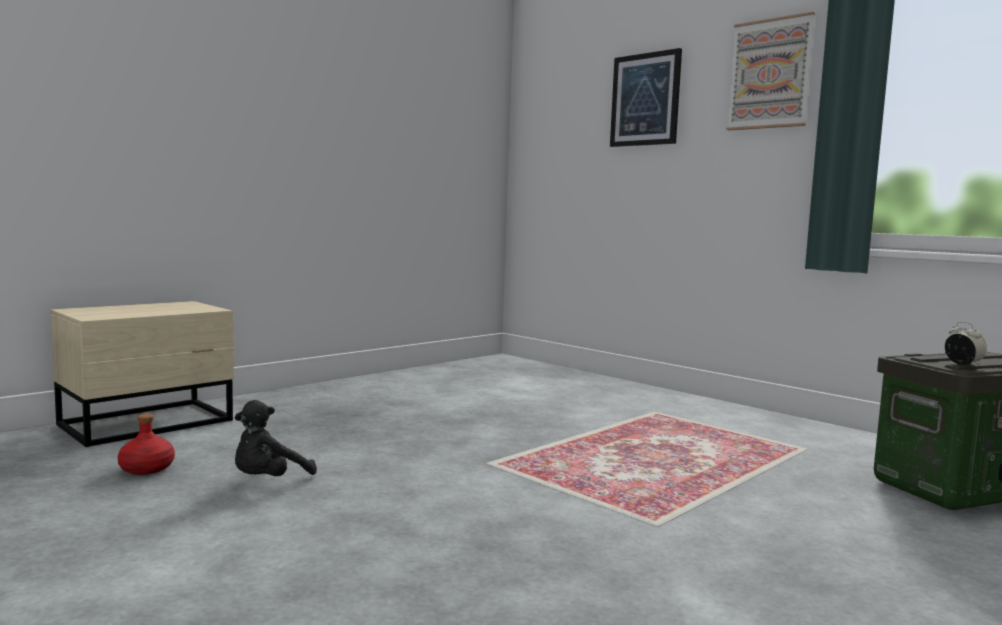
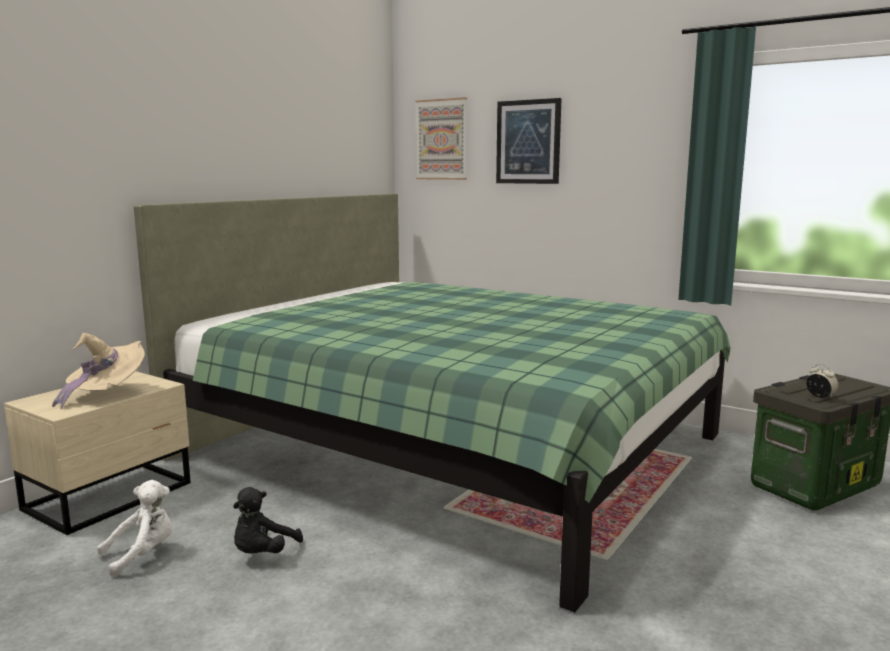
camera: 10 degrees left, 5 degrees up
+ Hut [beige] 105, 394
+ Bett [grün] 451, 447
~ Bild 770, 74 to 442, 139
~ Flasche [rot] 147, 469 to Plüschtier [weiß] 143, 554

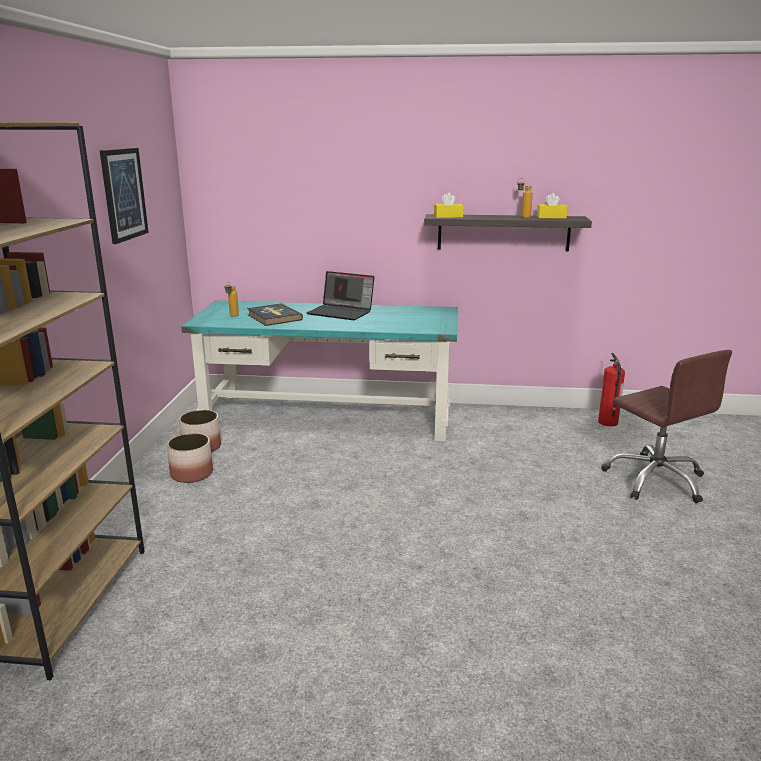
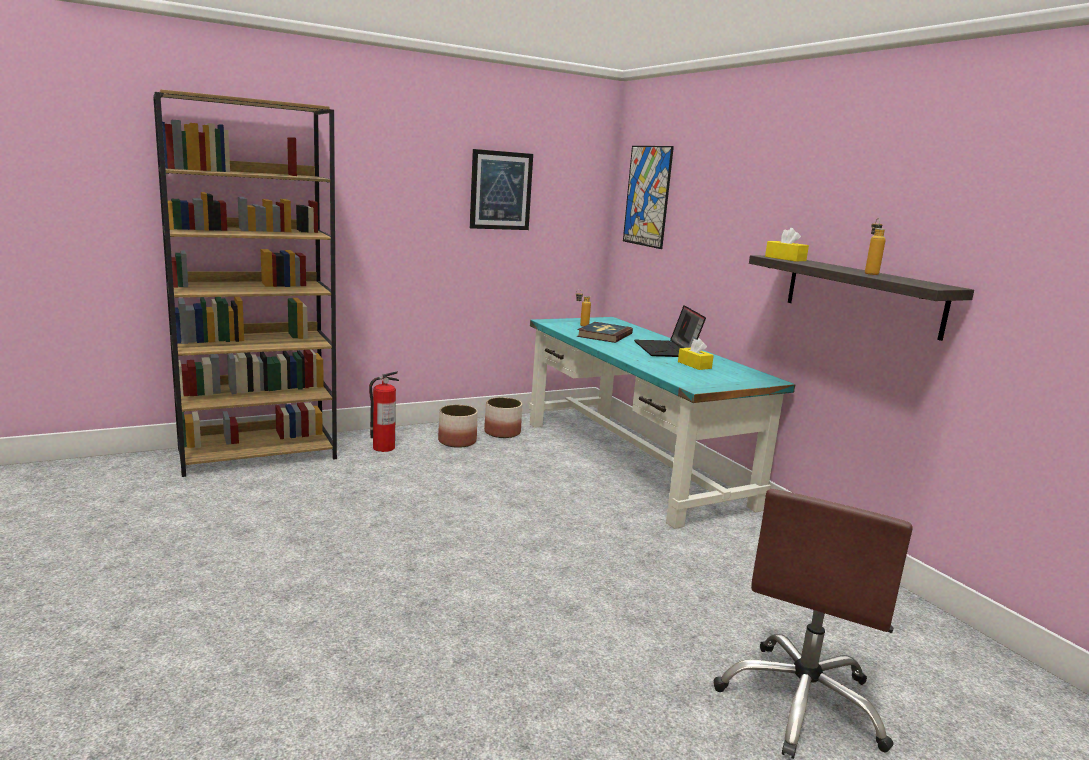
camera: 55 degrees right, 5 degrees down
+ Bild 647, 196
~ Taschentuchbox [gelb] 551, 217 to 694, 365
~ Feuerlöscher 608, 422 to 383, 448

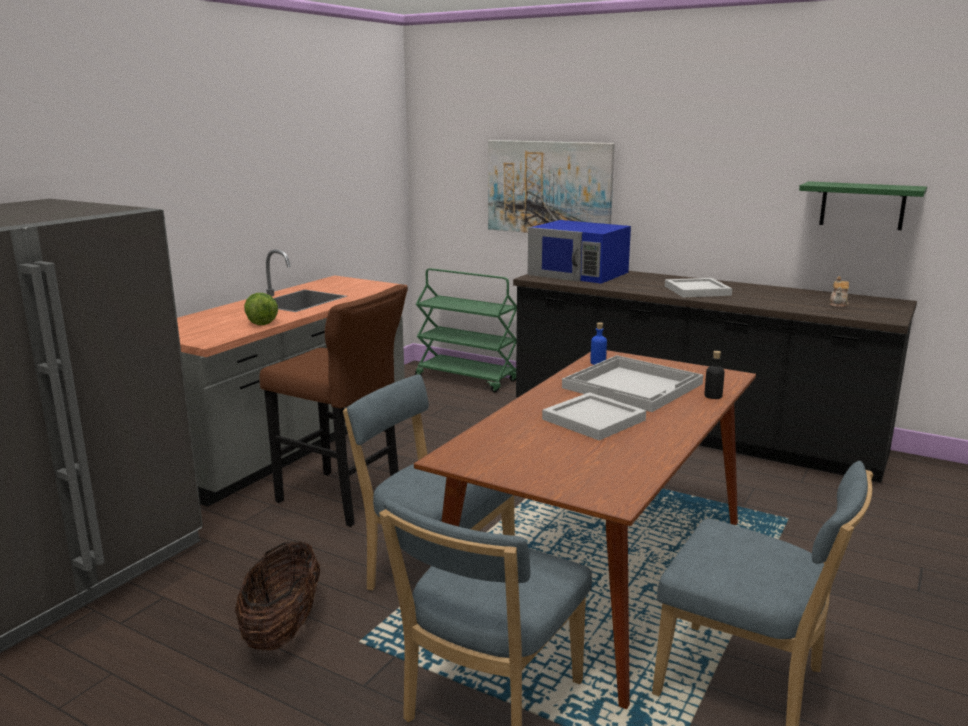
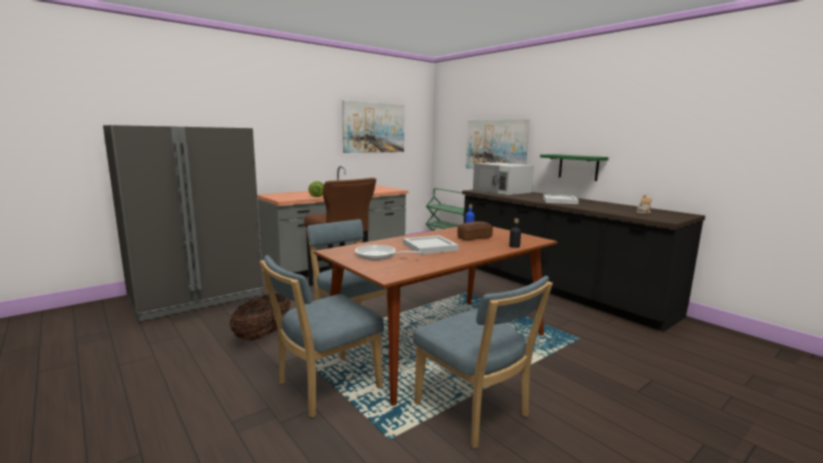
camera: 20 degrees right, 5 degrees down
+ Bild 374, 127
+ Pfanne 379, 255
~ Wandregal [grün] 862, 205 to 578, 167
~ Tablett [weiß] 634, 386 to Brot 474, 238
~ Mikrowelle [blau] 579, 273 to Mikrowelle [weiß] 502, 191

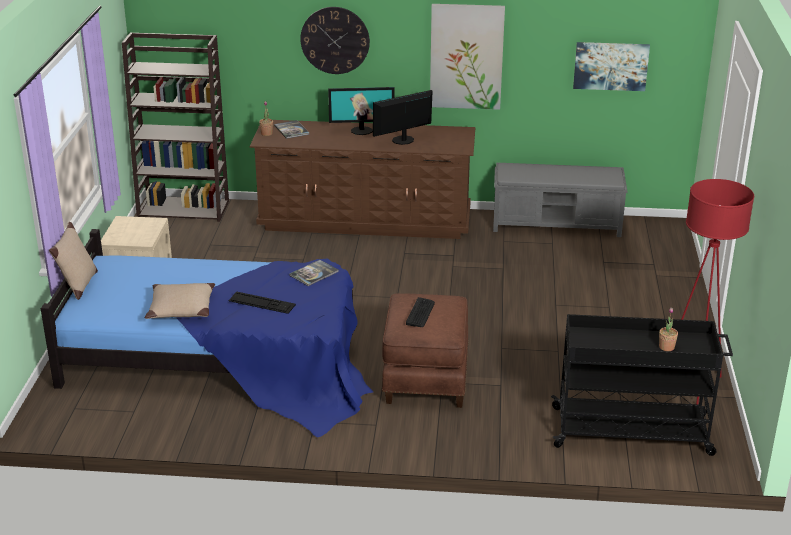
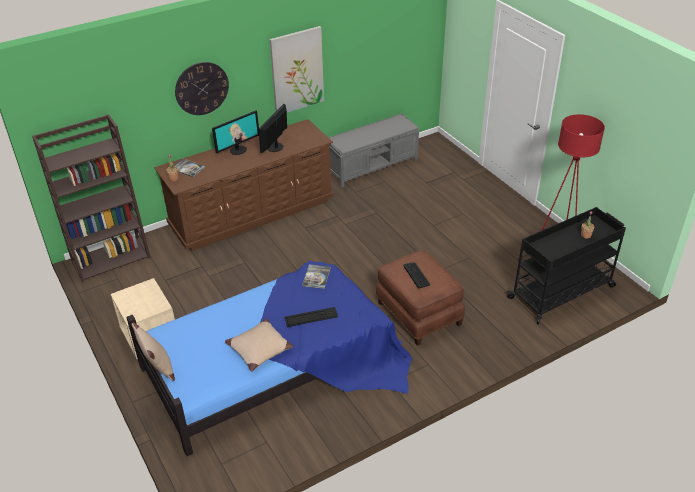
camera: 35 degrees left, 10 degrees up
- Bild 610, 66

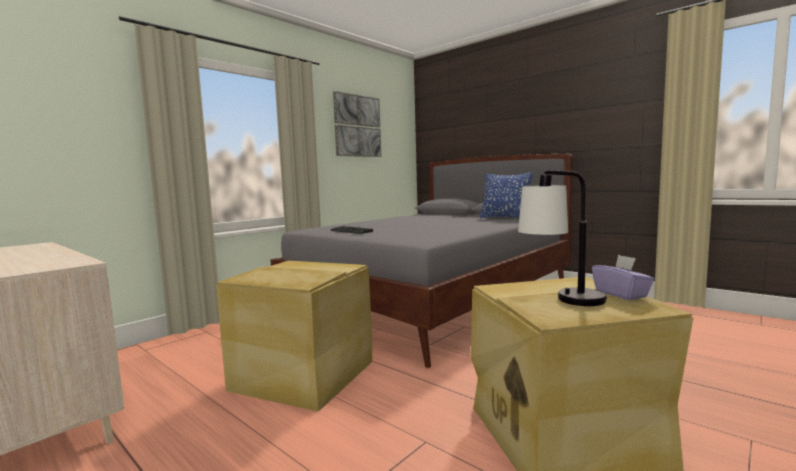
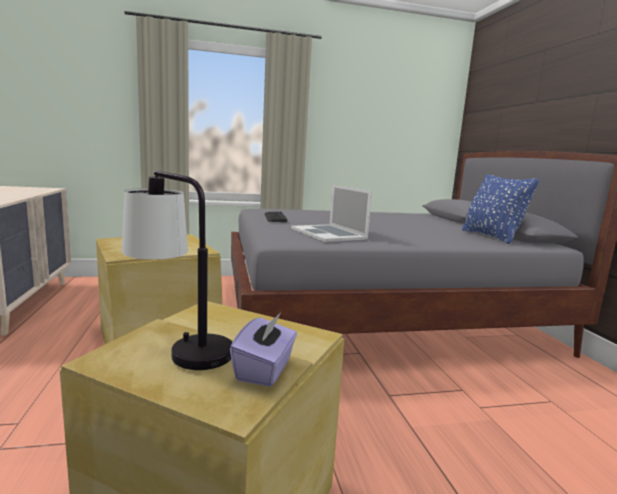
camera: 35 degrees right, 5 degrees up
- Bild 357, 126
+ Laptop 328, 233

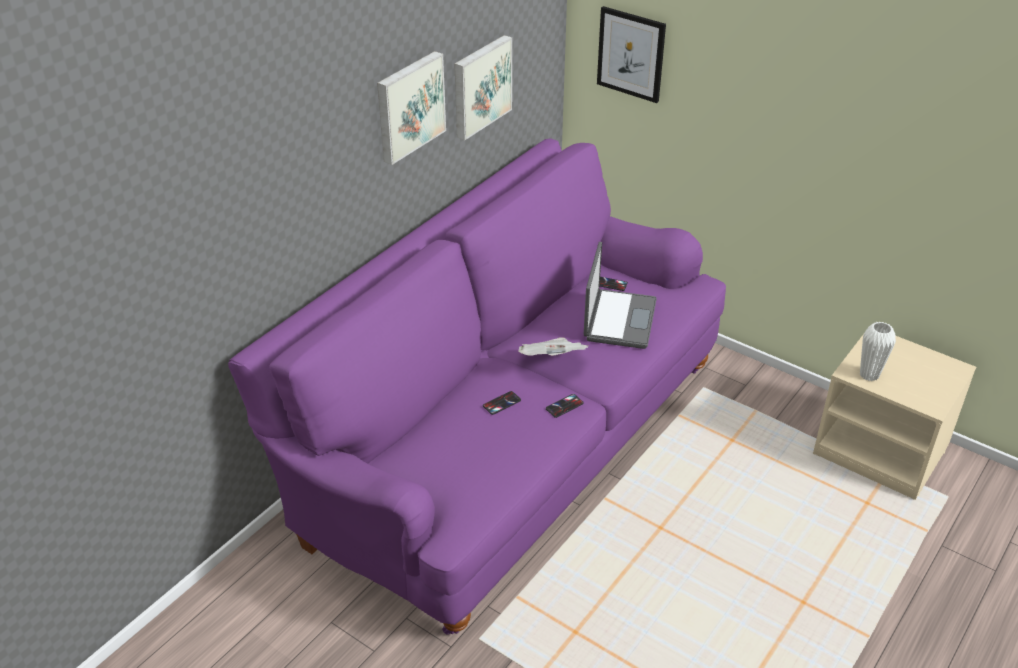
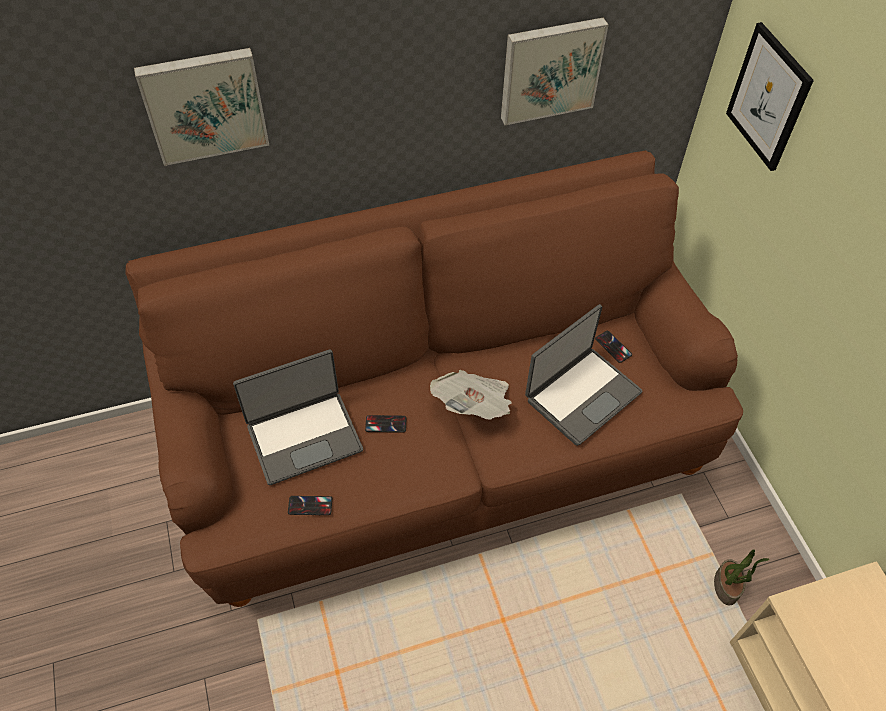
camera: 35 degrees right, 15 degrees up
- Vase [weiß] 869, 375
+ Laptop 304, 436
+ Topfpflanze 727, 586
~ Bild 409, 106 to 204, 104
~ Handy 564, 406 to 310, 506
~ Sofa [lila] 507, 448 to Sofa [braun] 440, 445

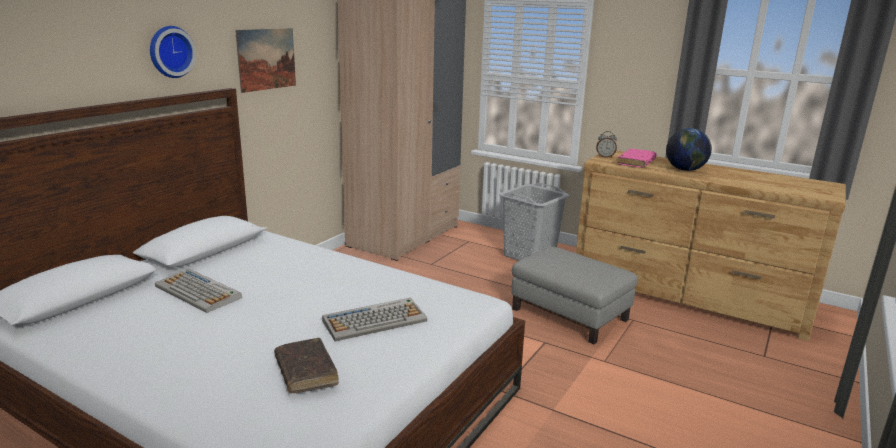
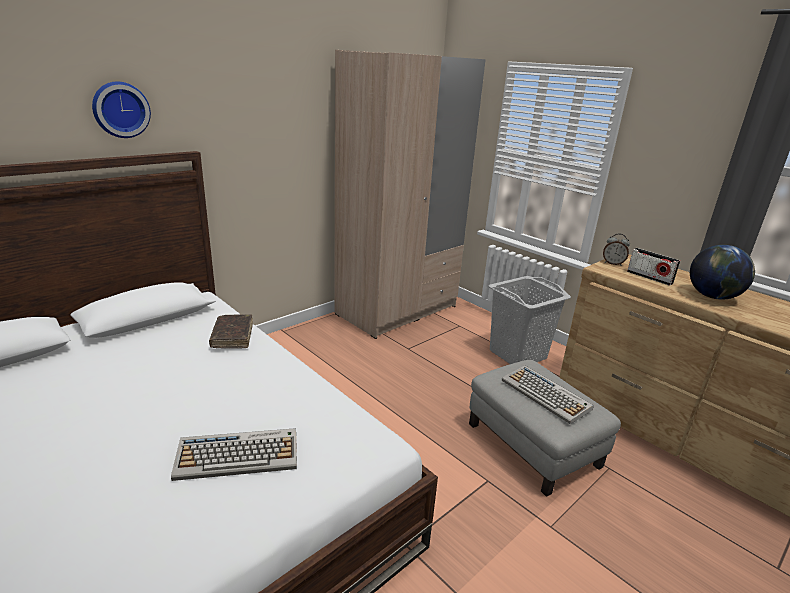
camera: 15 degrees right, 5 degrees up
- Bild 266, 59
~ Tastatur 199, 292 to 546, 395
~ Buch [braun] 306, 372 to 232, 336
~ Buch [rosa] 636, 163 to Radio 649, 277

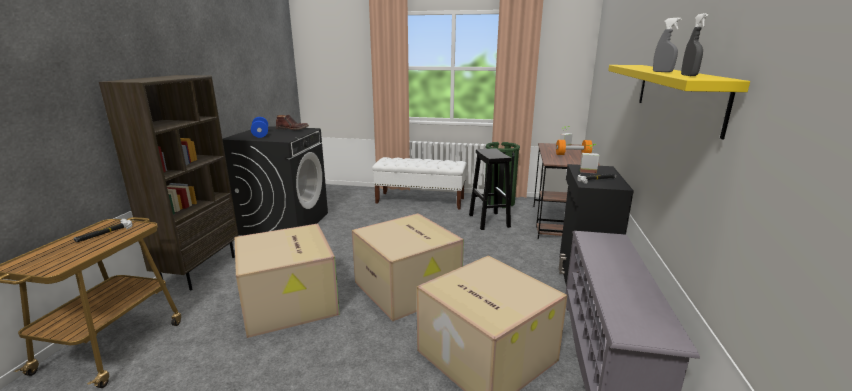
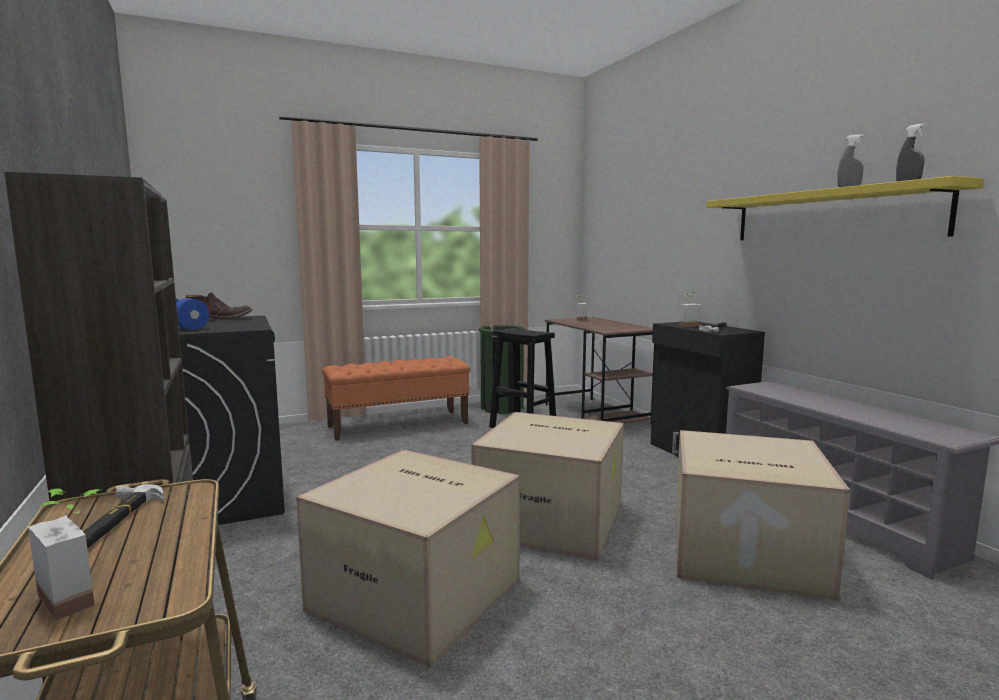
camera: 35 degrees left, 10 degrees down
- Hantel [orange] 572, 155
+ Topfpflanze 81, 594
~ Bank [weiß] 420, 200 to Bank [orange] 398, 425

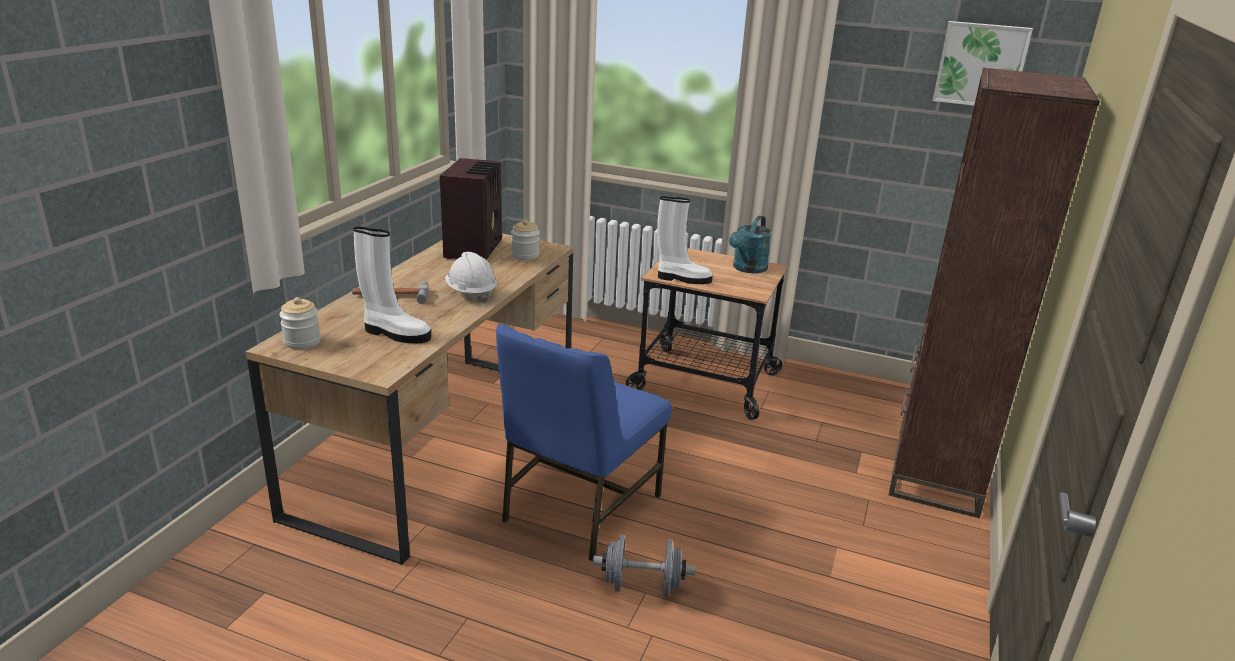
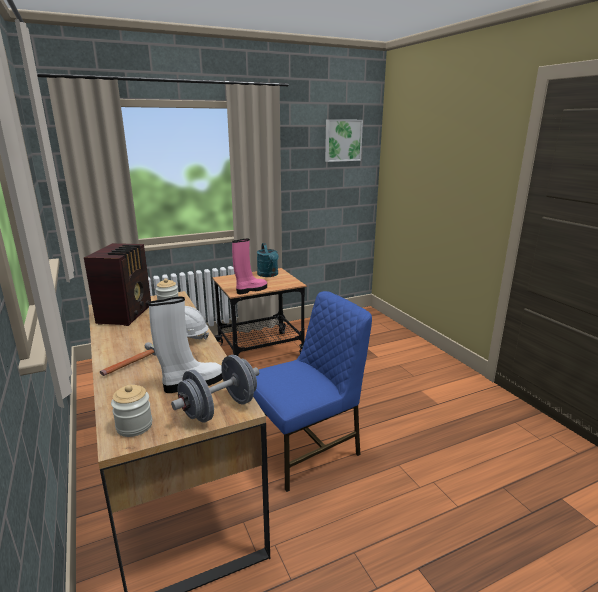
camera: 45 degrees left, 5 degrees down
- Bücherregal [braun] 935, 473
~ Hantel [grau] 642, 586 to 219, 409
~ Stiefel [weiß] 682, 279 to Stiefel [rosa] 251, 290
~ Radio 475, 248 = 126, 314 45 degrees clockwise
~ Stuhl [blau] 579, 508 = 306, 448 105 degrees counterclockwise

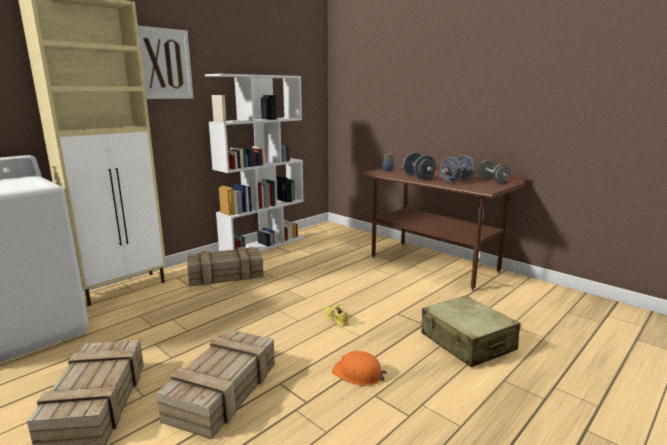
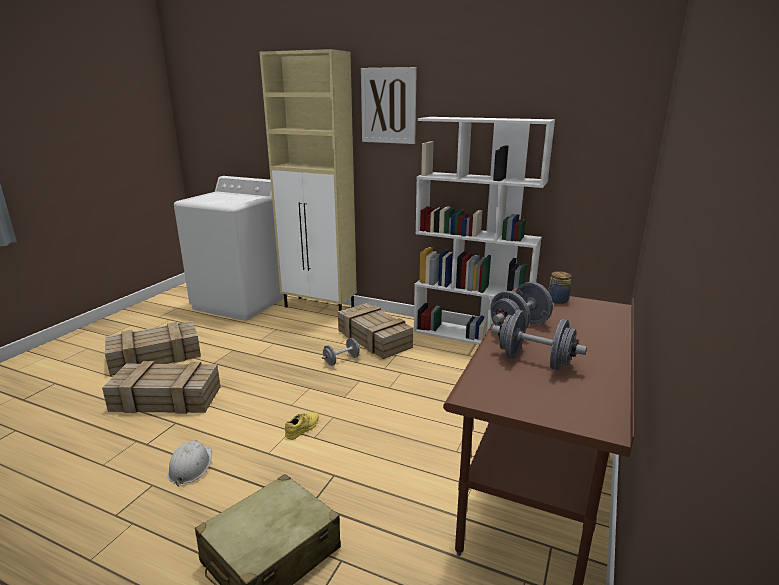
camera: 70 degrees right, 5 degrees up
~ Hantel [grau] 492, 180 to 341, 360
~ Schutzhelm [orange] 358, 374 to Schutzhelm [weiß] 190, 466

